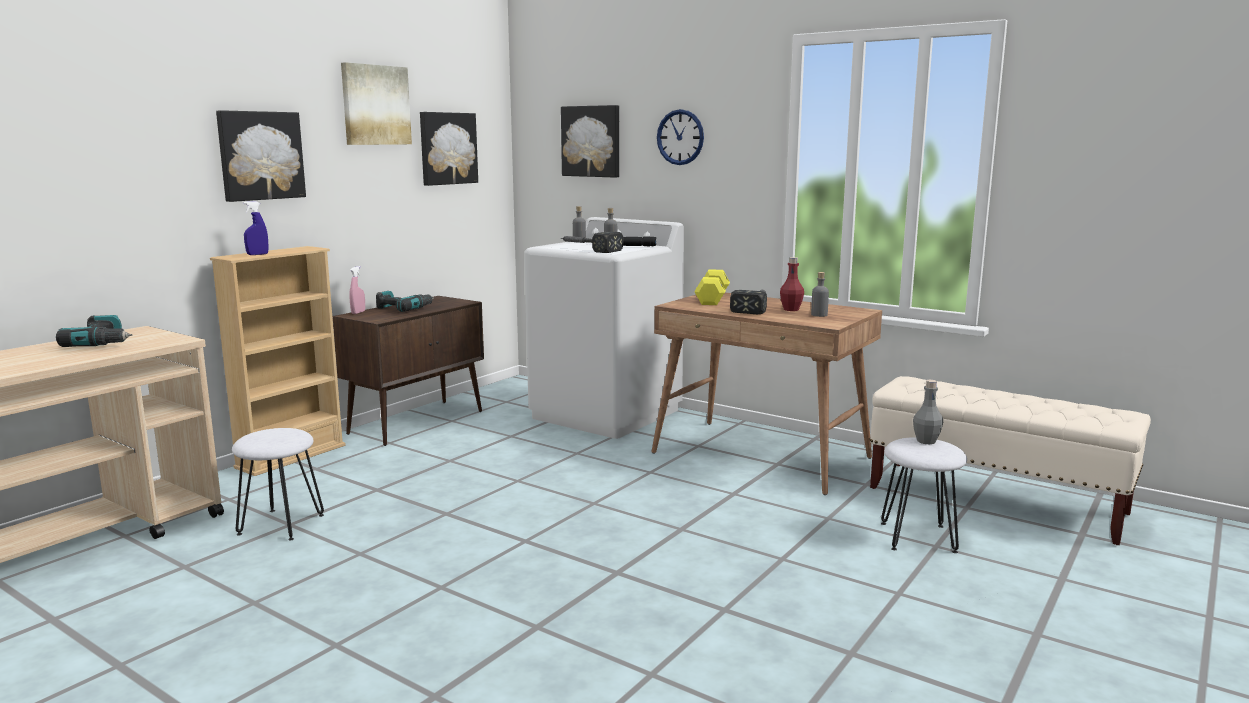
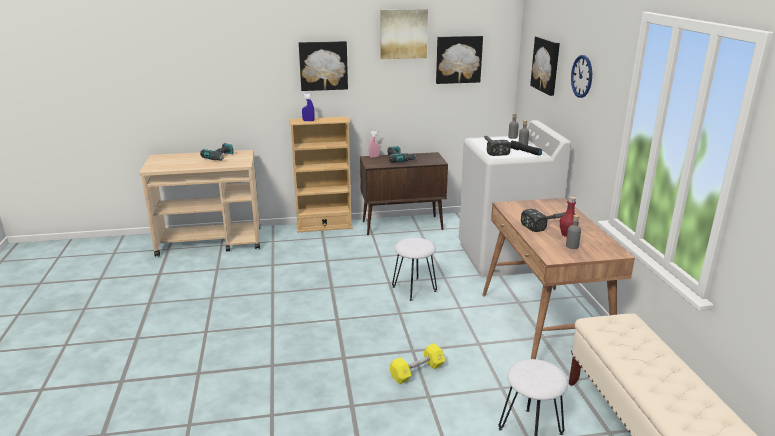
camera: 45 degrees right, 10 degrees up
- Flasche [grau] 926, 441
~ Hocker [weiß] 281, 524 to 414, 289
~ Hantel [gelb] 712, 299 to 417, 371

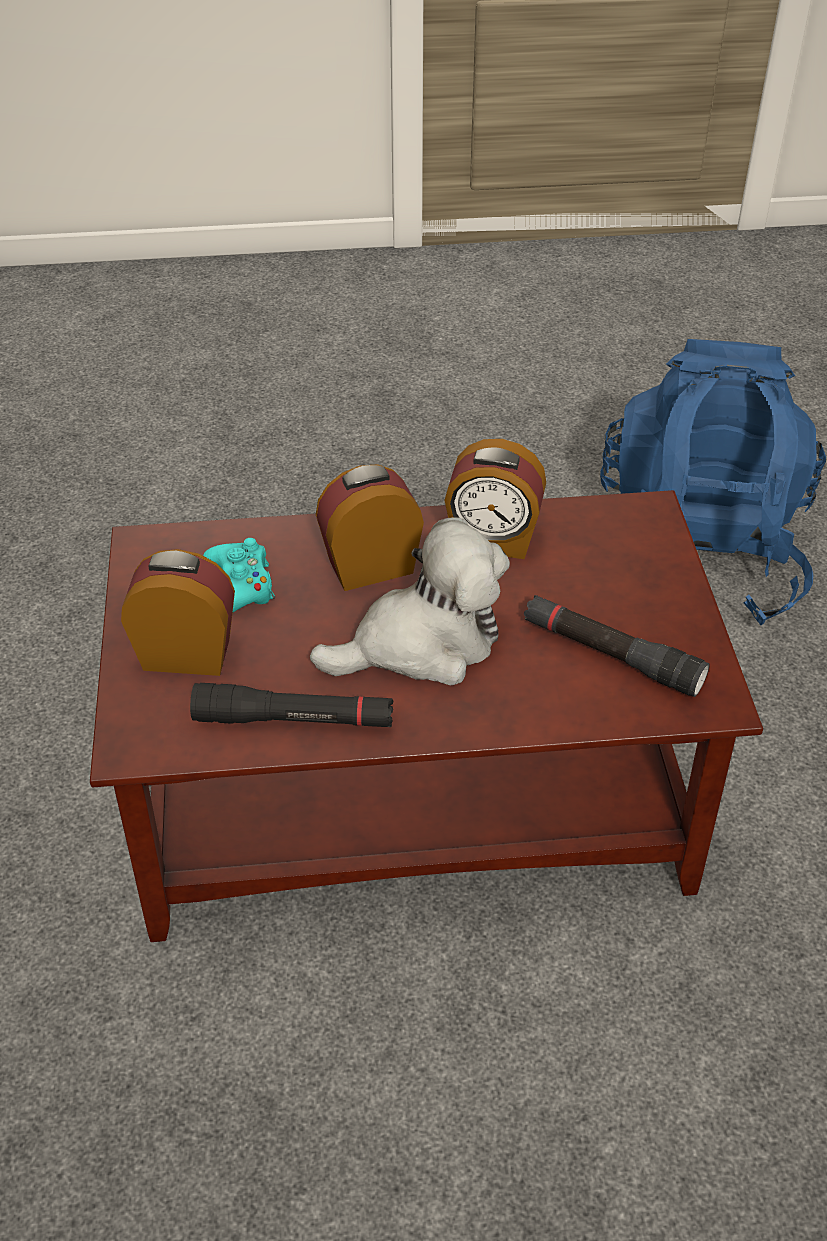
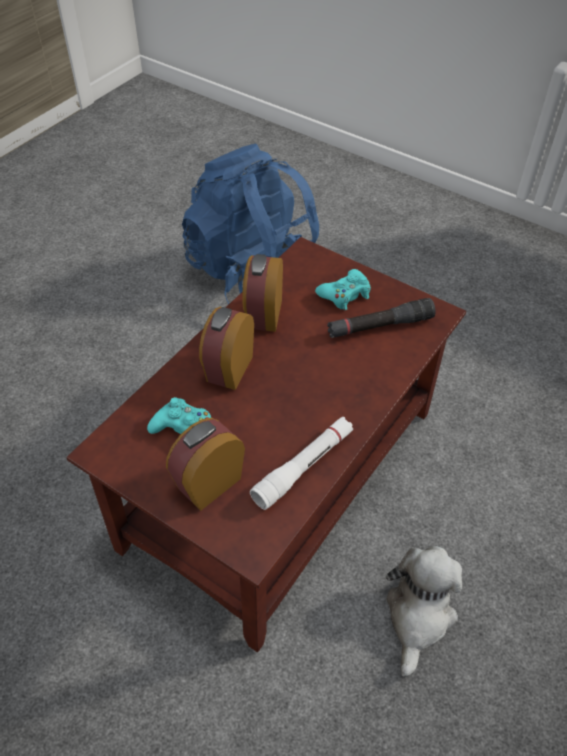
camera: 50 degrees left, 5 degrees up
+ Gamepad [türkis] 345, 294
~ Plüschtier 422, 644 to 418, 615
~ Taschenlampe [schwarz] 294, 720 to Taschenlampe [weiß] 304, 467
~ Wecker 492, 540 = 263, 314 135 degrees clockwise

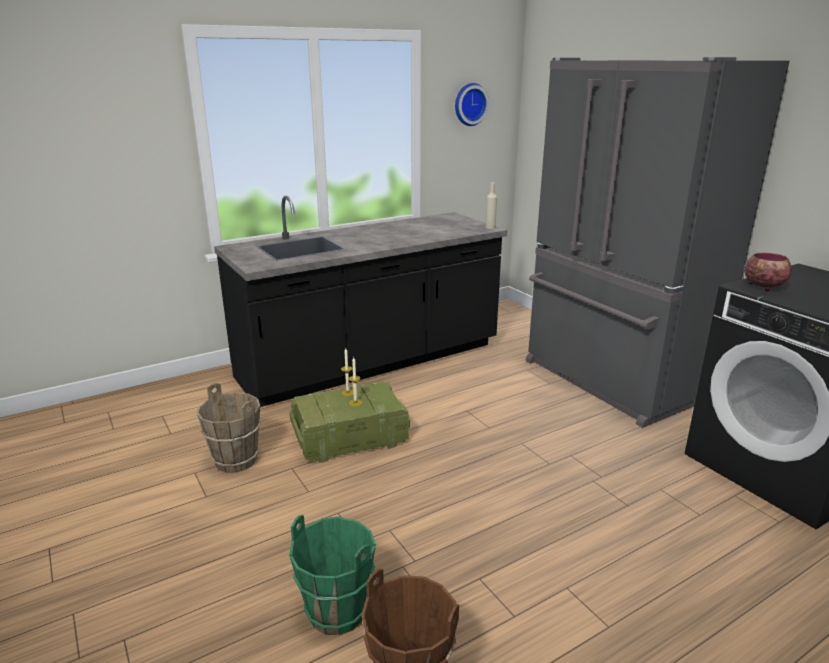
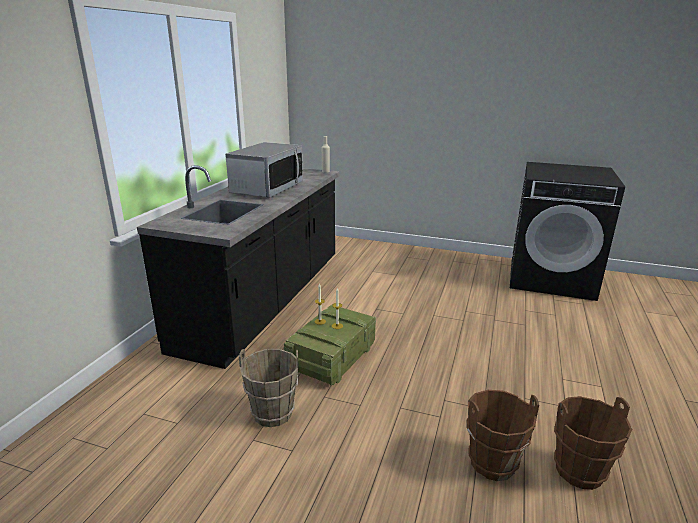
camera: 40 degrees left, 0 degrees up
- Wanduhr 469, 104
- Kühlschrank [grau] 611, 380
- Schüssel 764, 287
+ Mikrowelle 267, 189
~ Eimer [grün] 337, 611 to Eimer [braun] 492, 463

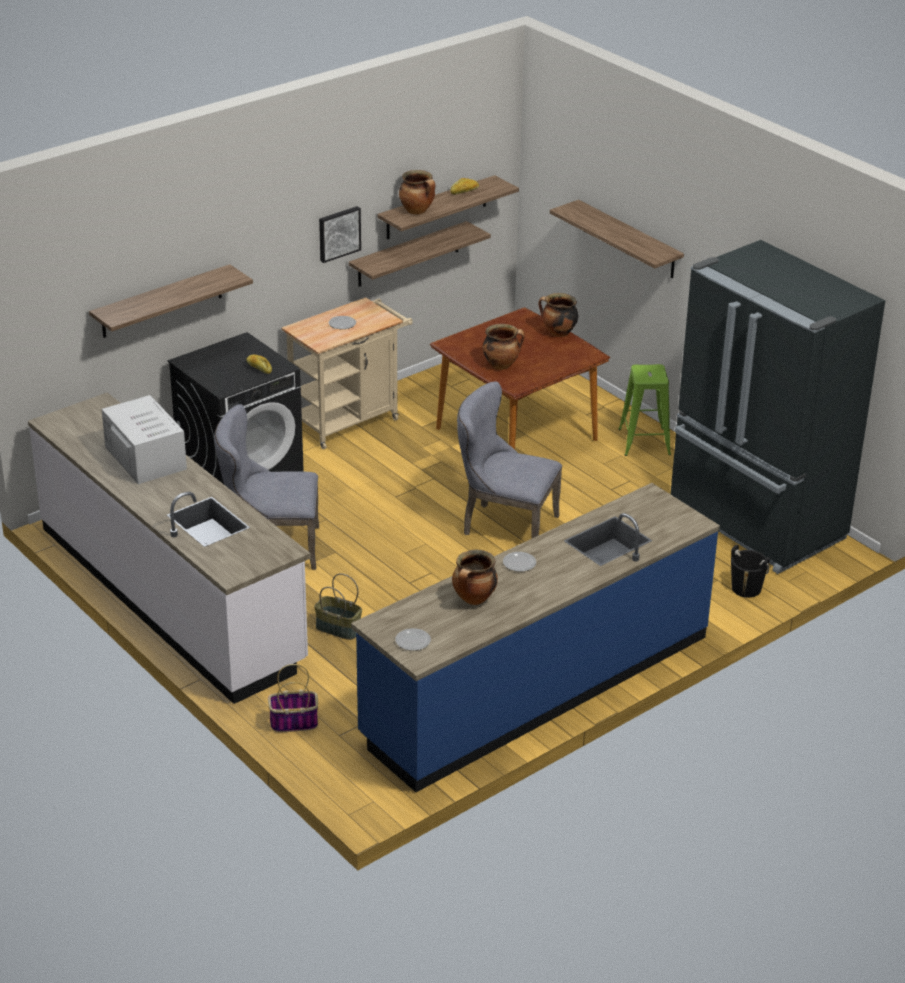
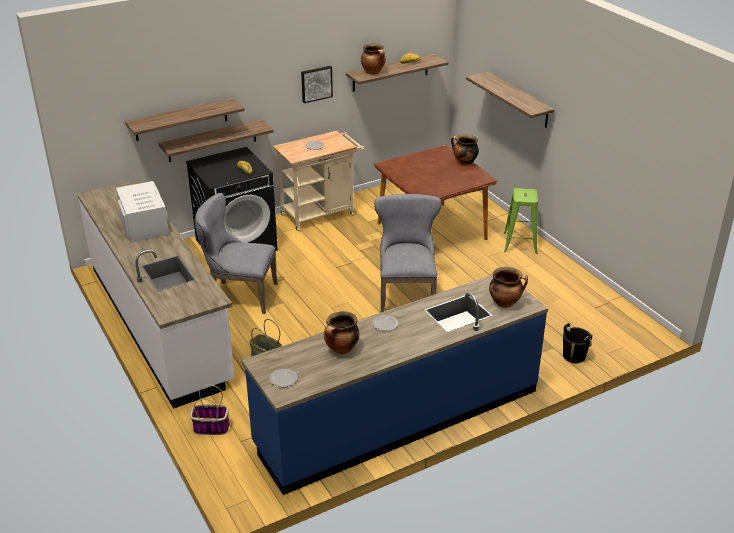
camera: 10 degrees right, 0 degrees up
- Kühlschrank [schwarz] 755, 523
~ Wandregal 408, 254 to 212, 140
~ Kochtopf 501, 365 to 505, 303
~ Stuhl [grau] 503, 526 = 406, 294 60 degrees clockwise

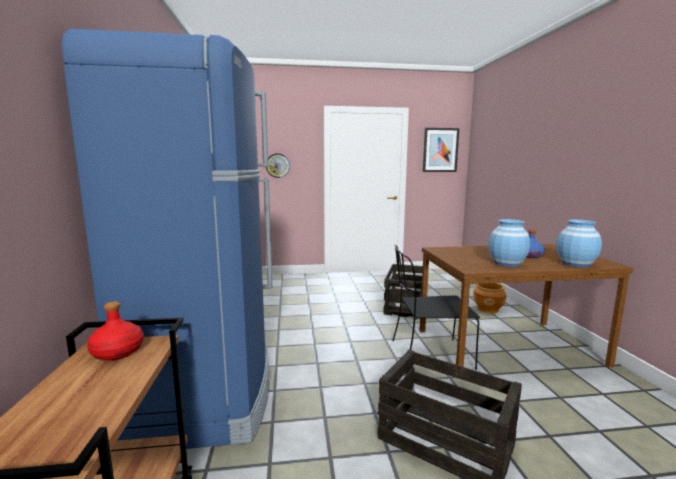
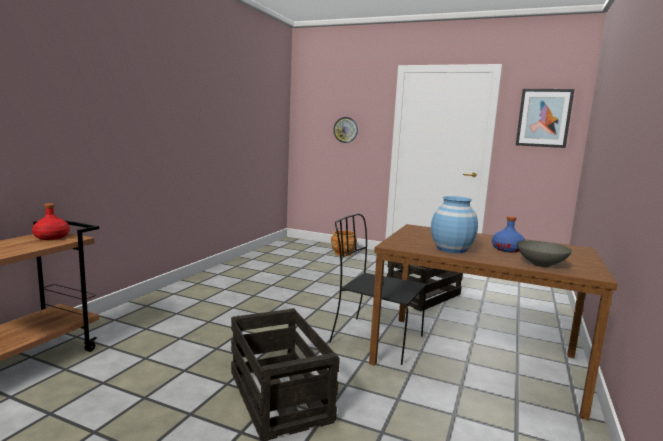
camera: 30 degrees right, 0 degrees up
- Kühlschrank [blau] 208, 396
~ Pflanzkübel [braun] 488, 309 to 343, 253
~ Vase [blau] 575, 263 to Schüssel [grau] 541, 265

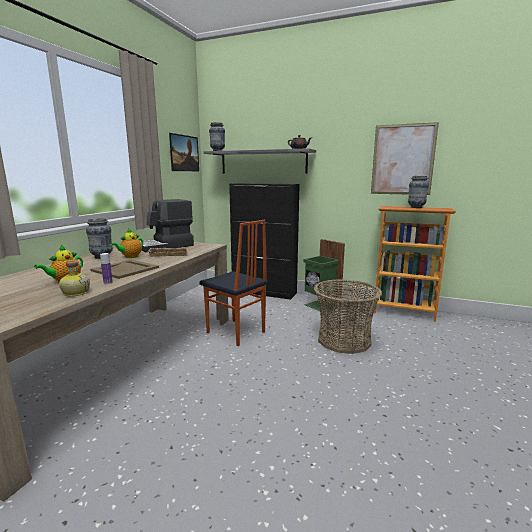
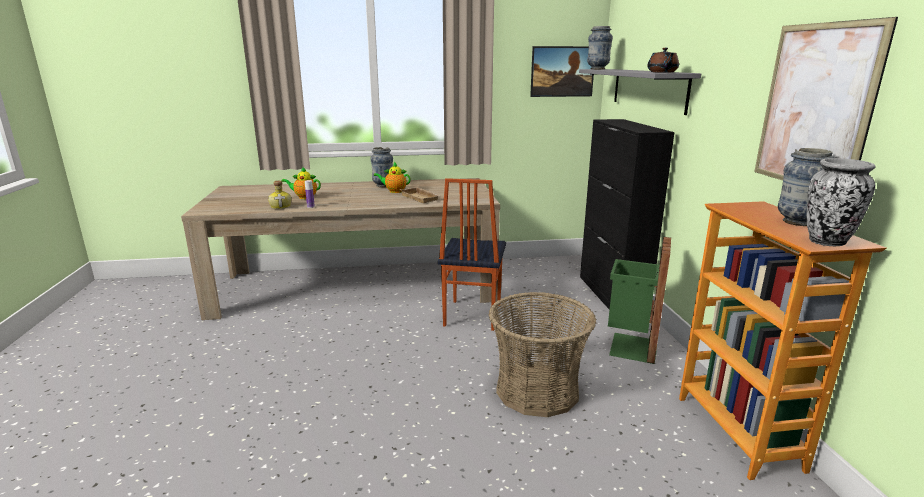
camera: 60 degrees right, 5 degrees up
- Tablett [beige] 126, 269
- Kaffeemaschine 165, 246
+ Vase 827, 242

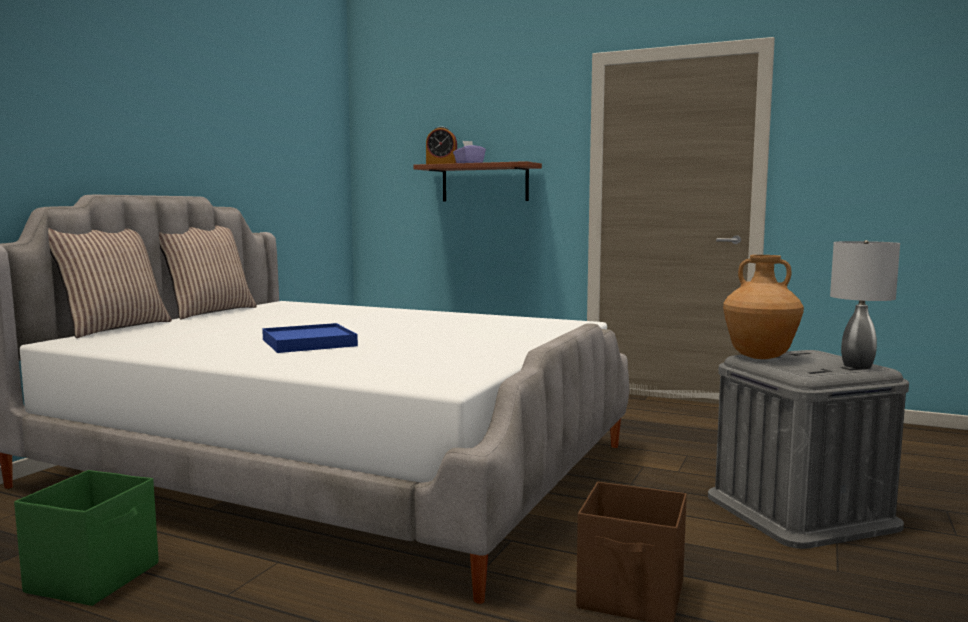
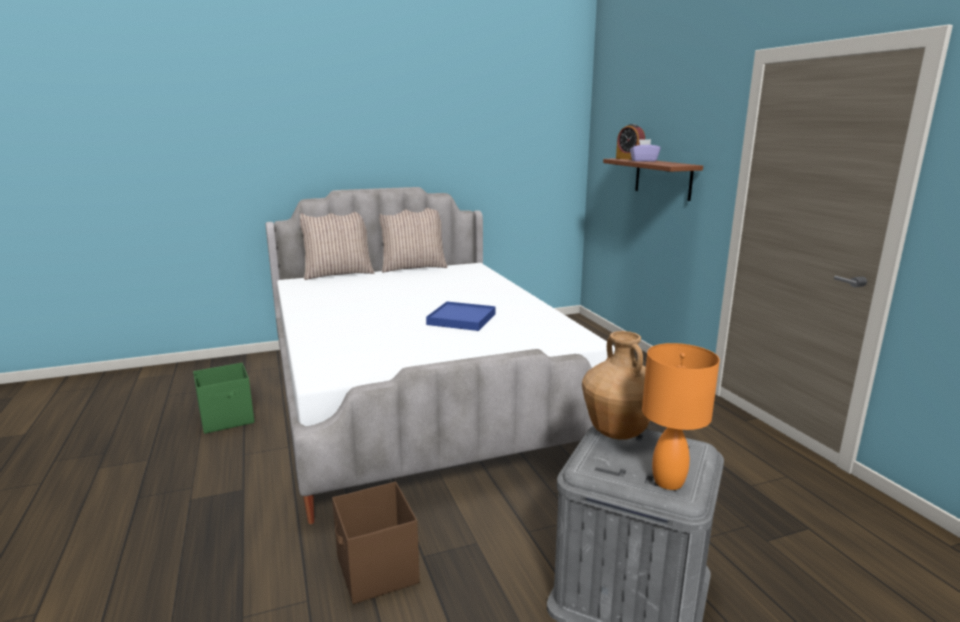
camera: 45 degrees right, 10 degrees up
~ Tablett [blau] 308, 343 to 461, 319
~ Tischlampe [grau] 858, 366 to Tischlampe [orange] 669, 482

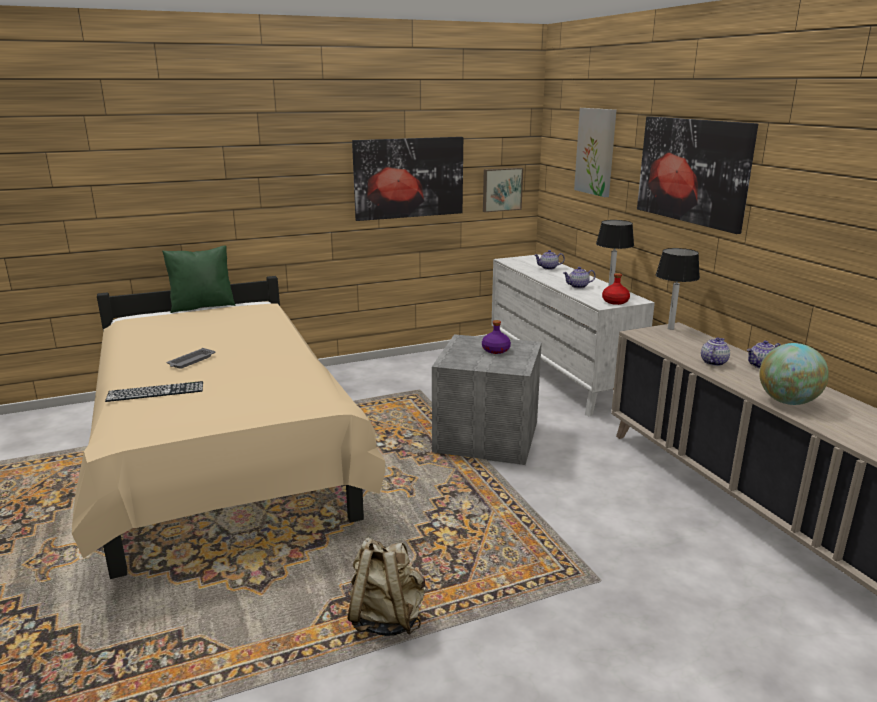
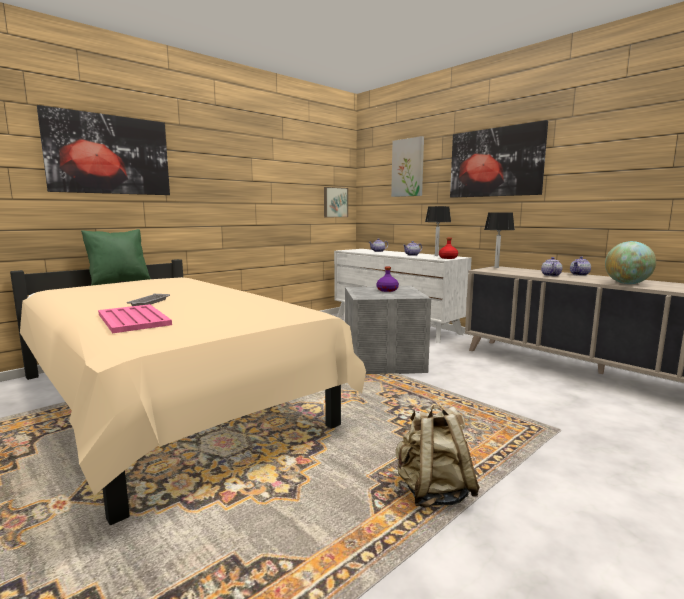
camera: 20 degrees left, 10 degrees down
~ Bild 409, 178 to 109, 155
~ Tastatur 155, 391 to Tablett [rosa] 133, 319

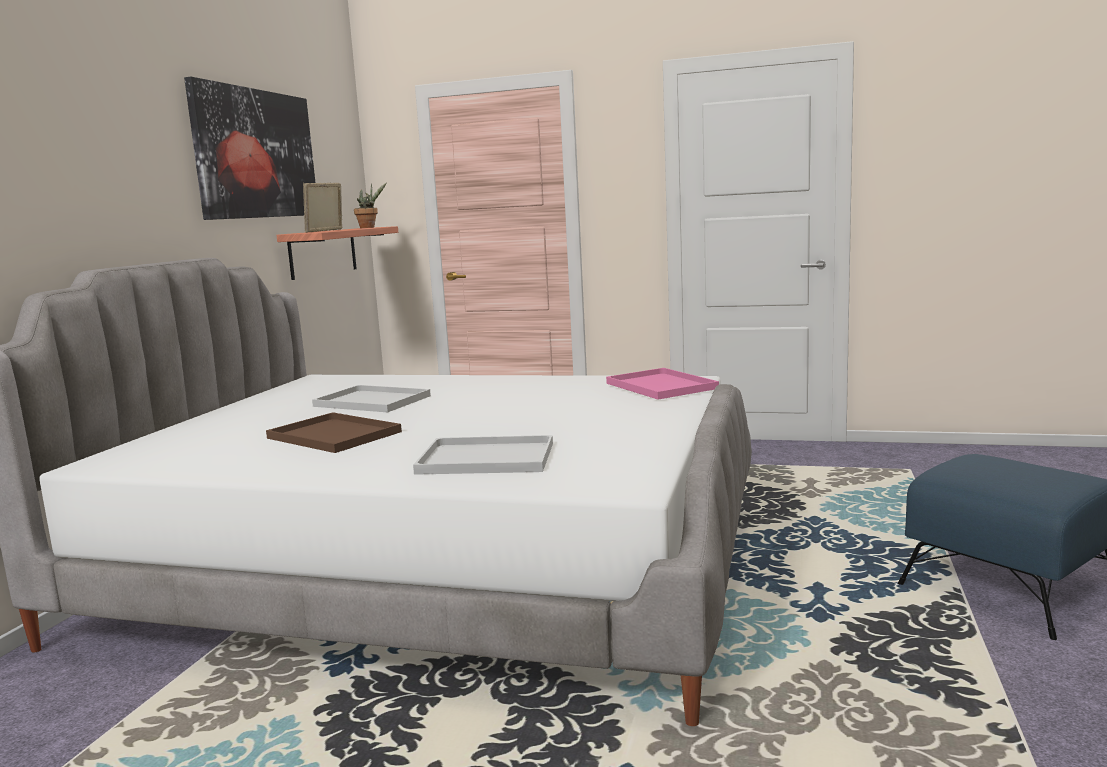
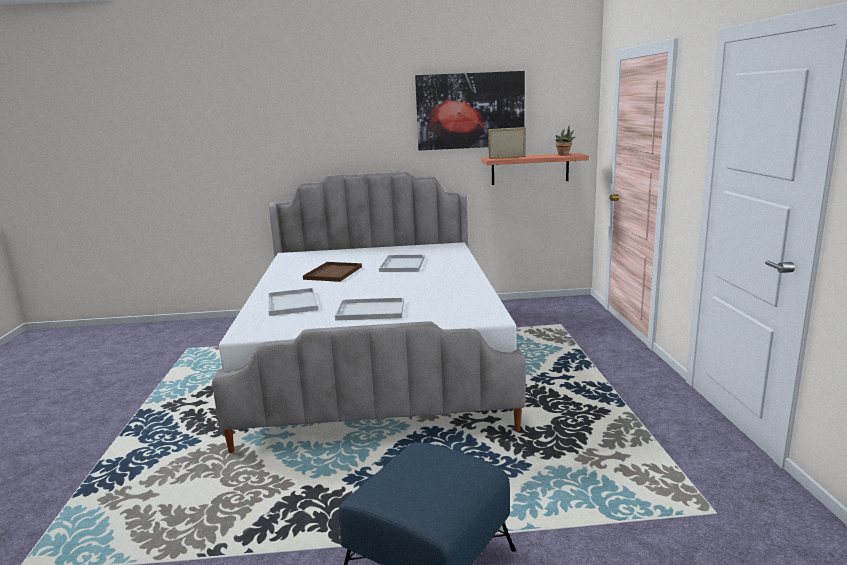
camera: 70 degrees right, 5 degrees up
- Tablett [rosa] 659, 385
+ Tablett [weiß] 369, 311

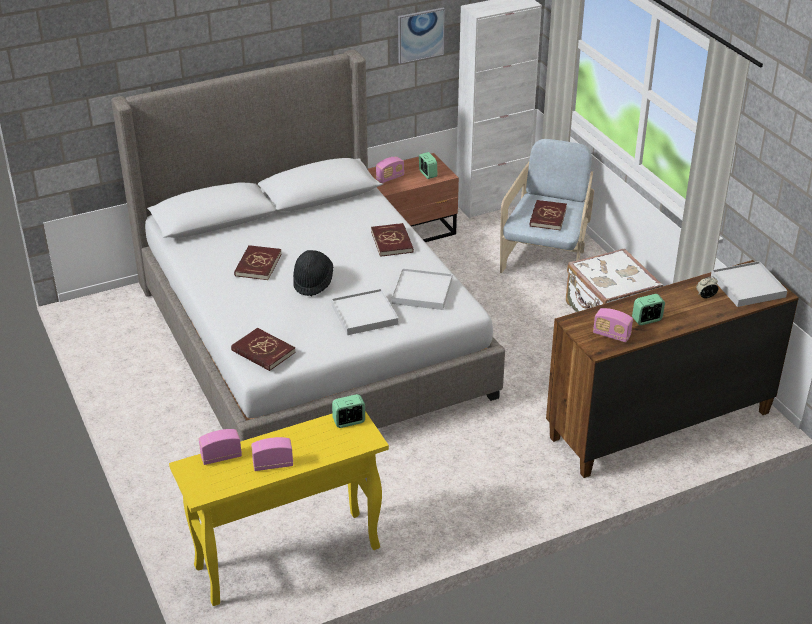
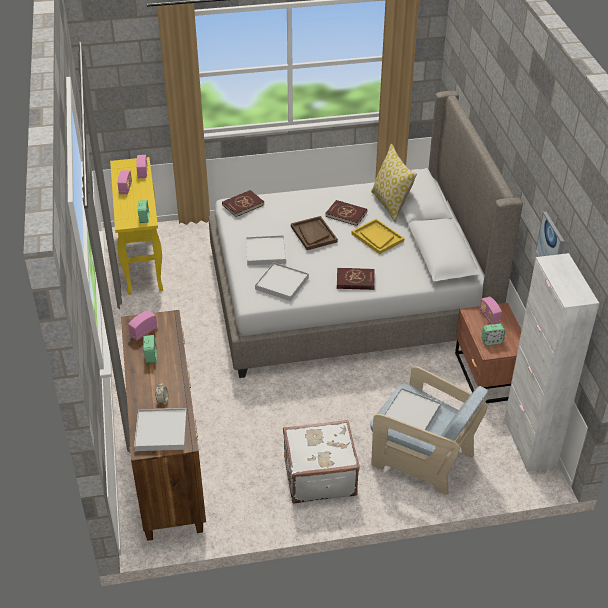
camera: 105 degrees right, 5 degrees up
+ Tablett [gelb] 377, 237
+ Kissen 391, 204
~ Hut [schwarz] 313, 282 to Tablett [braun] 313, 234
~ Buch [rot] 547, 217 to Tablett [weiß] 411, 413

